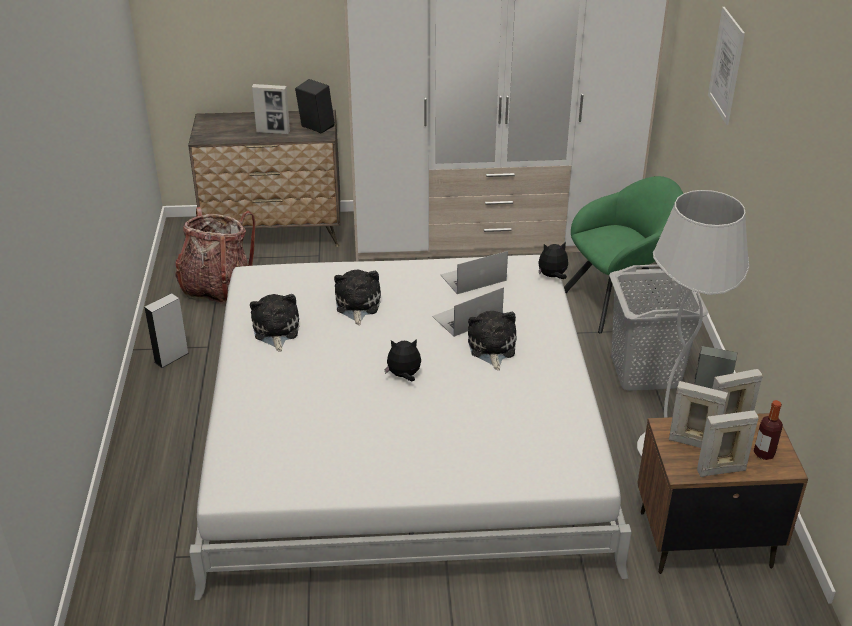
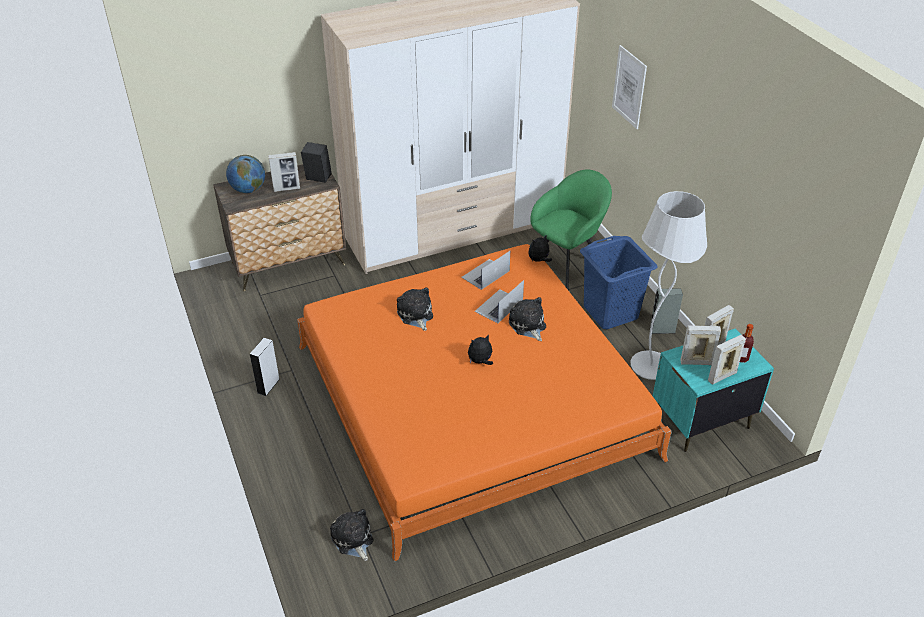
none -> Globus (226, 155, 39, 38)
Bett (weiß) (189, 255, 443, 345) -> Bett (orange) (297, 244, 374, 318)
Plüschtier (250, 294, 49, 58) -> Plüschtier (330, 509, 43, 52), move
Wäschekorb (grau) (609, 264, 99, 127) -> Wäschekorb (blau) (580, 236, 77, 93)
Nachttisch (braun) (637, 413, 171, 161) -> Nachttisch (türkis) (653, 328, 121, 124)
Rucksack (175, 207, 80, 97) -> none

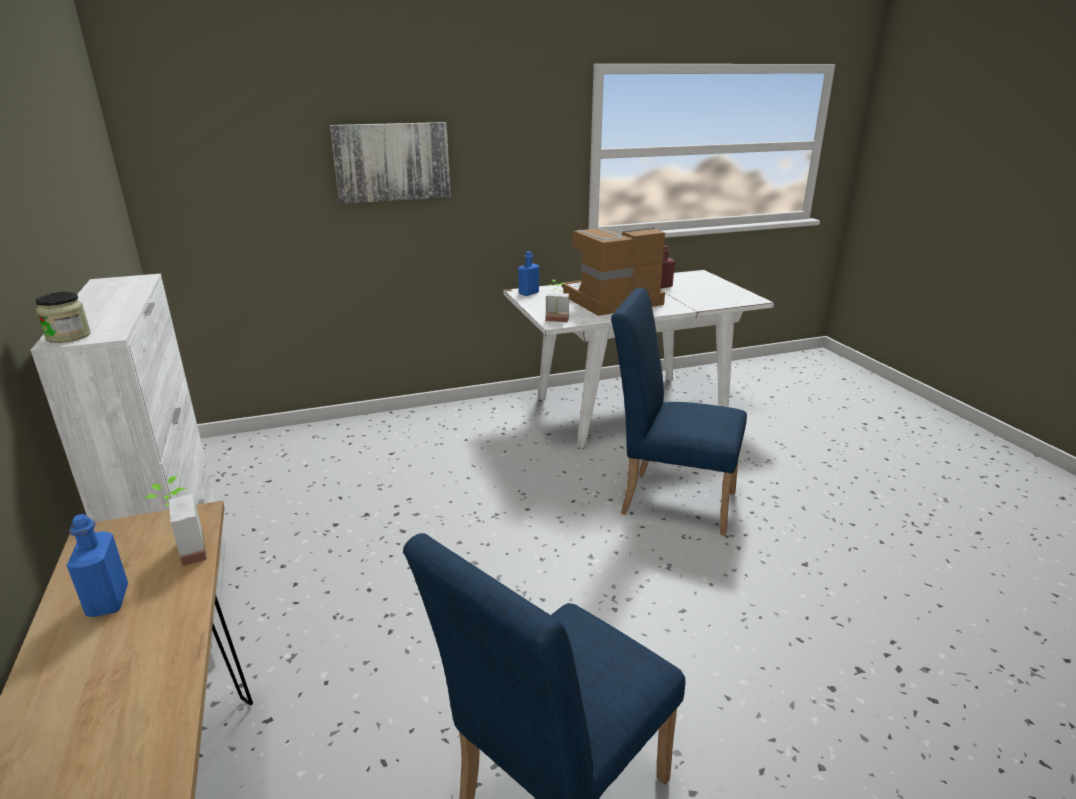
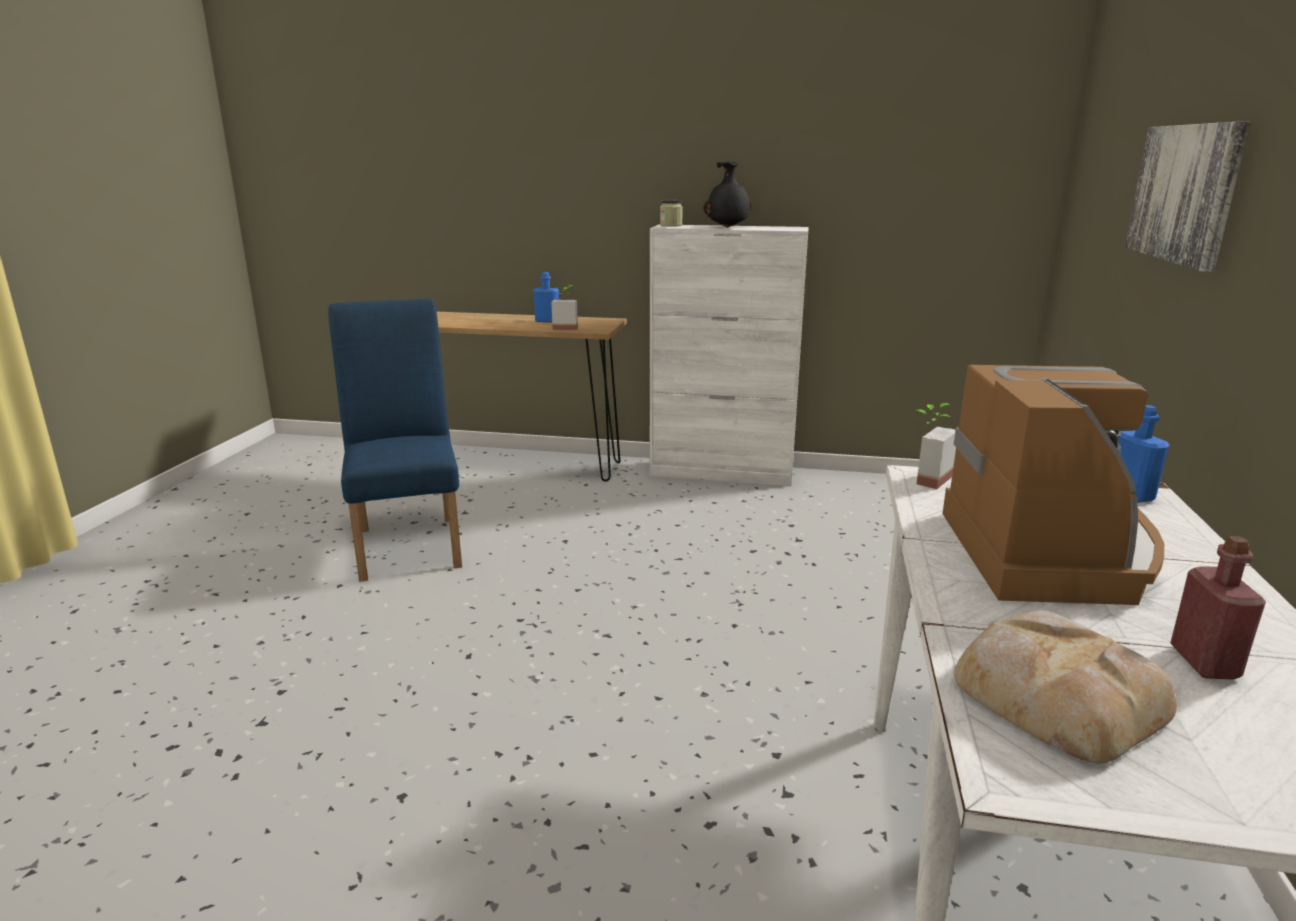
none -> Vase (schwarz) (703, 162, 49, 66)
none -> Brot (954, 610, 223, 153)
Stuhl (blau) (611, 287, 136, 249) -> none

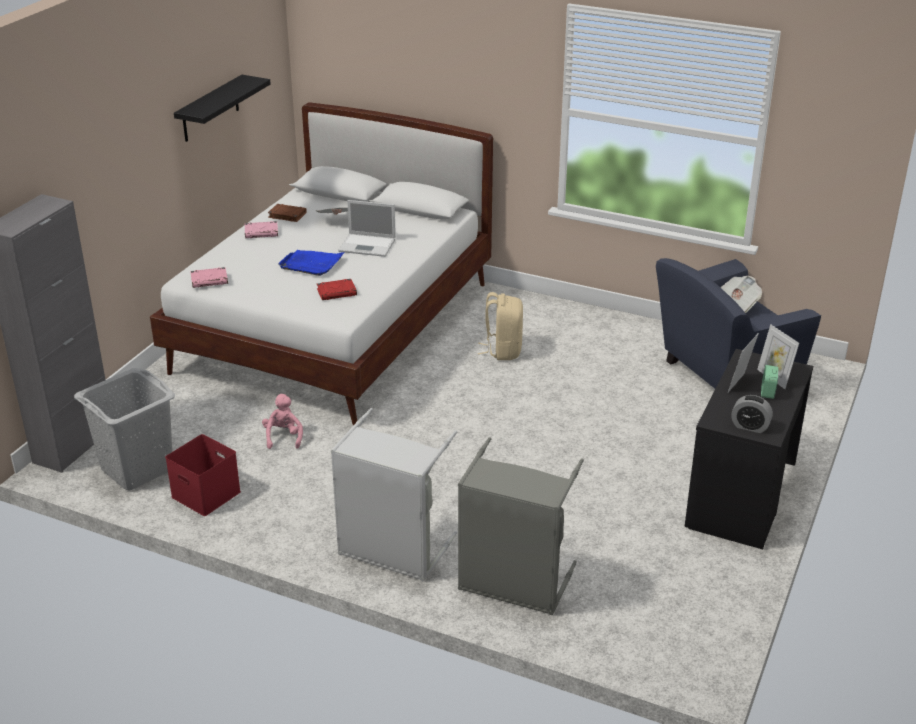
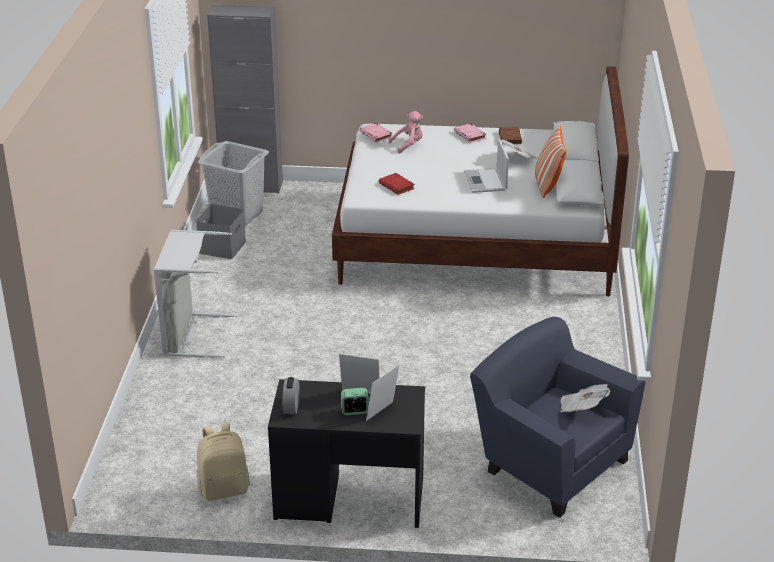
Aufbewahrungsbox (rot) (165, 434, 76, 82) -> Aufbewahrungsbox (grau) (196, 204, 50, 55)
Rucksack (beige) (478, 292, 45, 68) -> Rucksack (beige) (197, 423, 53, 78), move
Plüschtier (rosa) (262, 394, 41, 55) -> Plüschtier (rosa) (389, 111, 34, 43), move
none -> Kissen (535, 126, 31, 72)
Wandregal (schwarz) (174, 75, 97, 67) -> none
Tablett (blau) (278, 250, 67, 26) -> none
Wäschekorb (grau) (458, 437, 126, 178) -> none

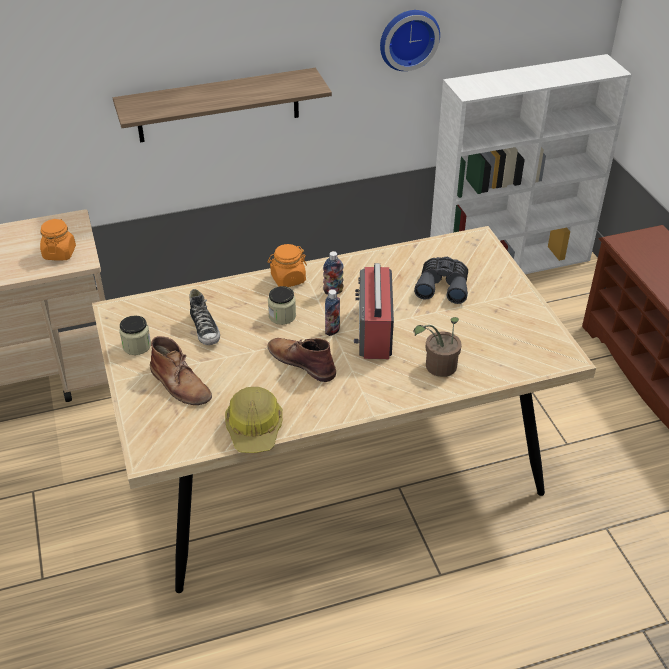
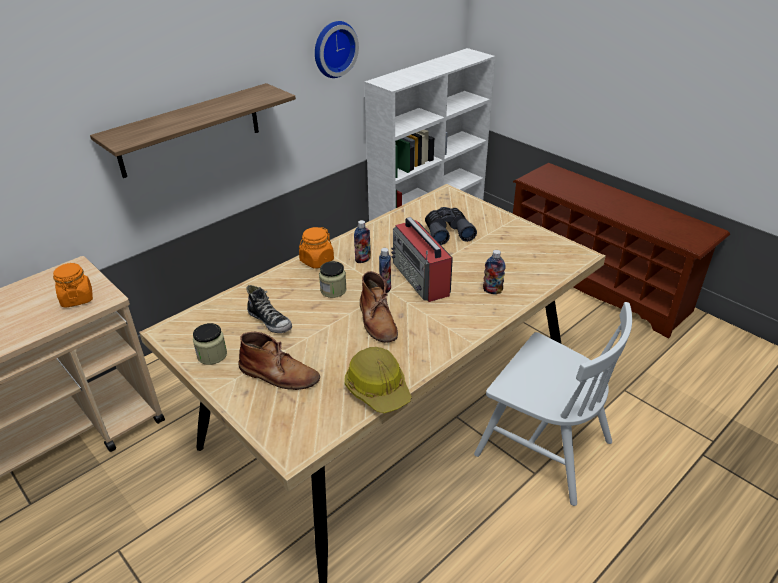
Stiefel (braun) (268, 338, 68, 44) -> Stiefel (braun) (360, 271, 38, 72), 120 degrees counterclockwise
none -> Stuhl (weiß) (474, 302, 158, 204)
Topfpflanze (413, 317, 49, 60) -> Flasche (483, 250, 23, 44)

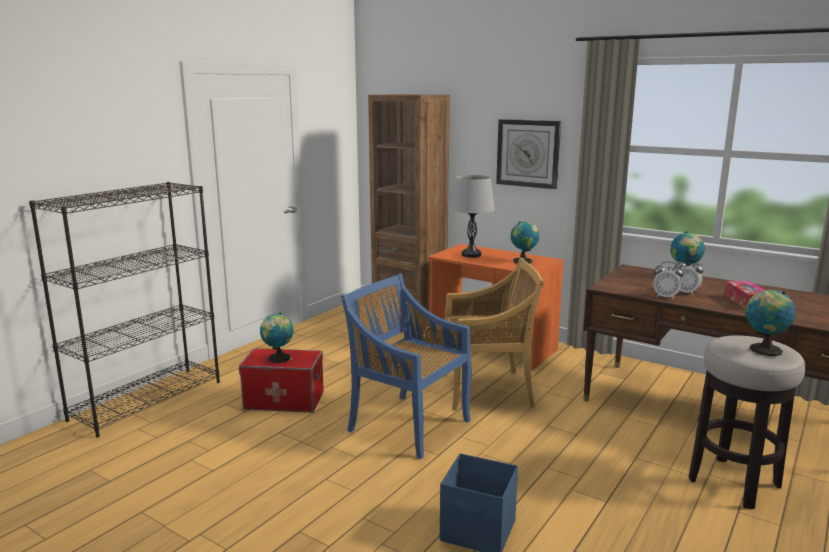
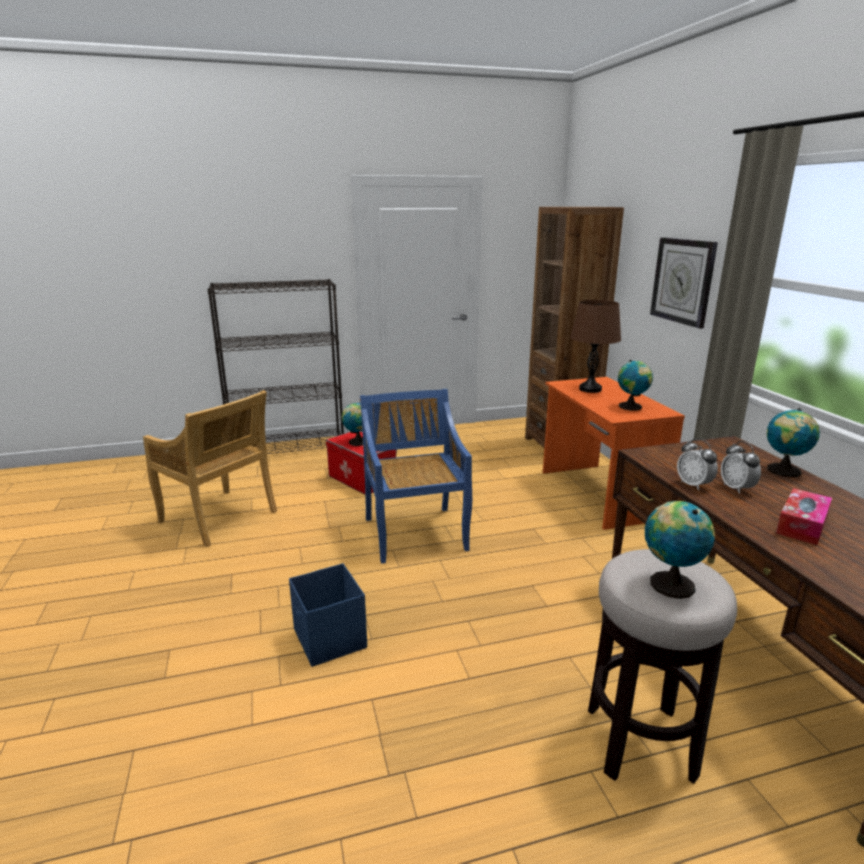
Stuhl (beige) (444, 257, 101, 154) -> Stuhl (beige) (143, 390, 134, 157), move
Tischlampe (grau) (451, 175, 44, 83) -> Tischlampe (braun) (570, 300, 51, 93)

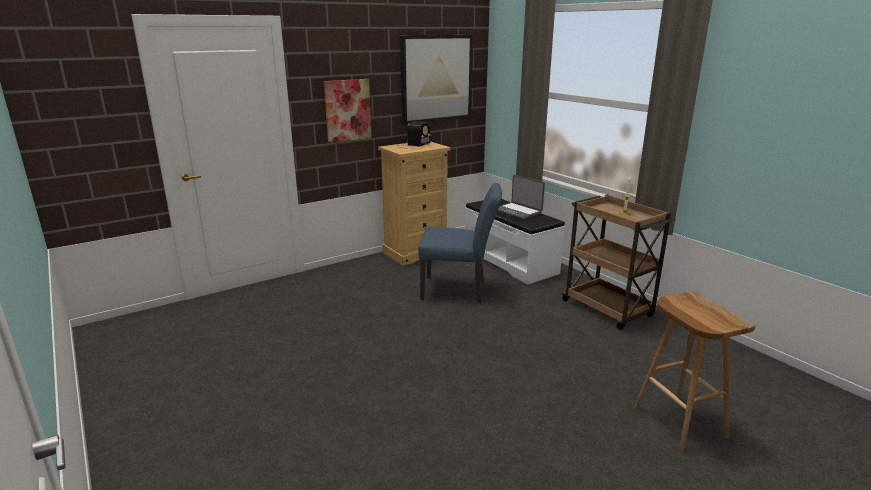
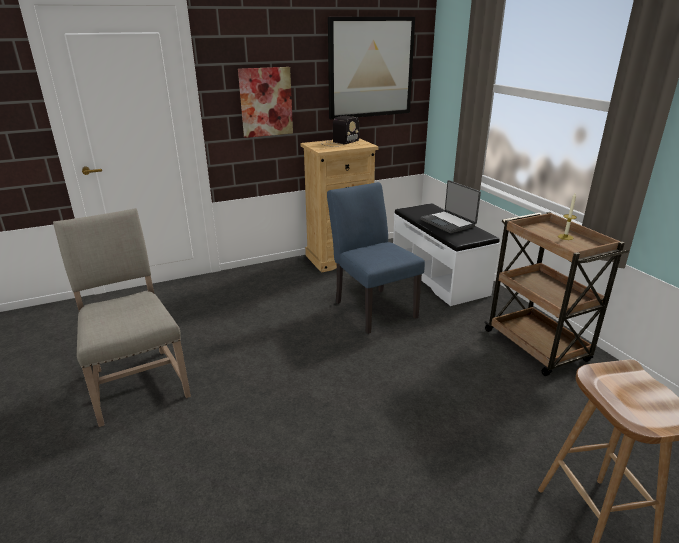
none -> Stuhl (beige) (53, 208, 138, 219)
Stuhl (blau) (418, 183, 84, 120) -> Stuhl (blau) (327, 182, 98, 152), 135 degrees counterclockwise

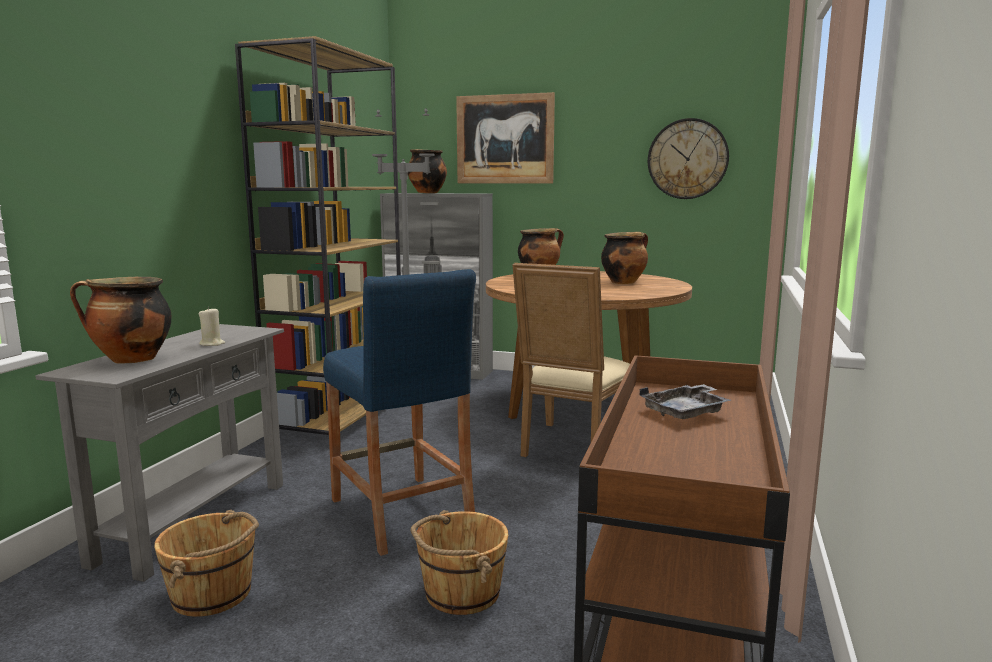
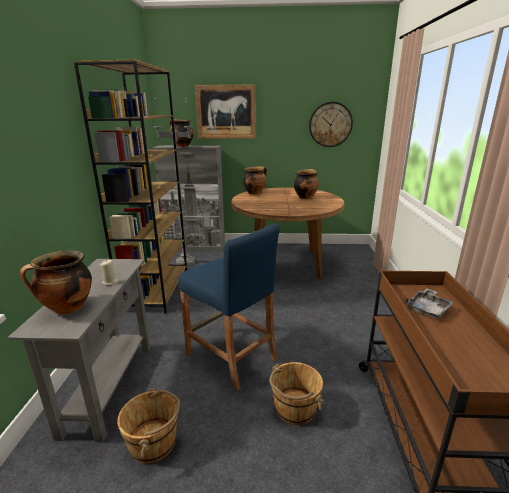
Stuhl (beige) (512, 263, 118, 194) -> none

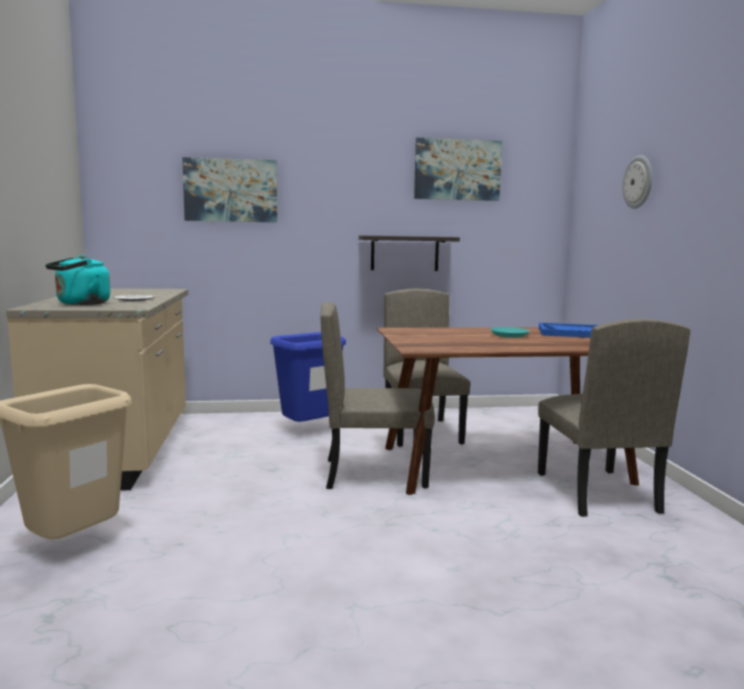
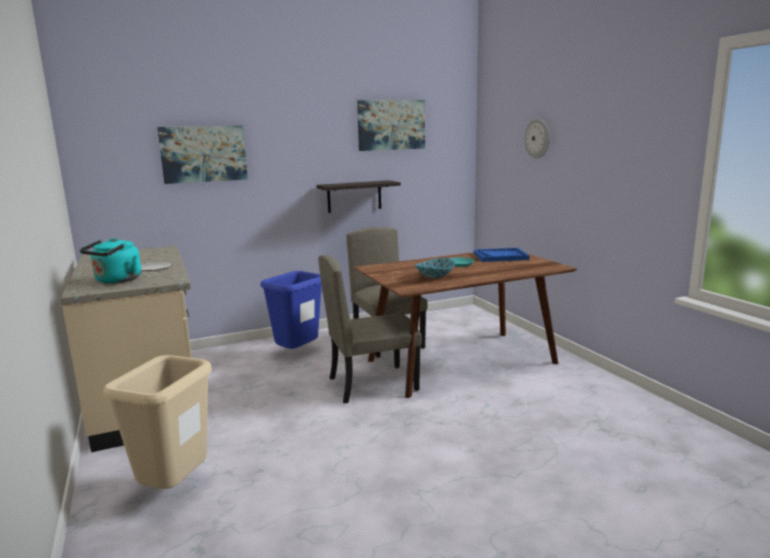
none -> Schüssel (415, 258, 40, 21)
Stuhl (beige) (538, 319, 152, 198) -> none

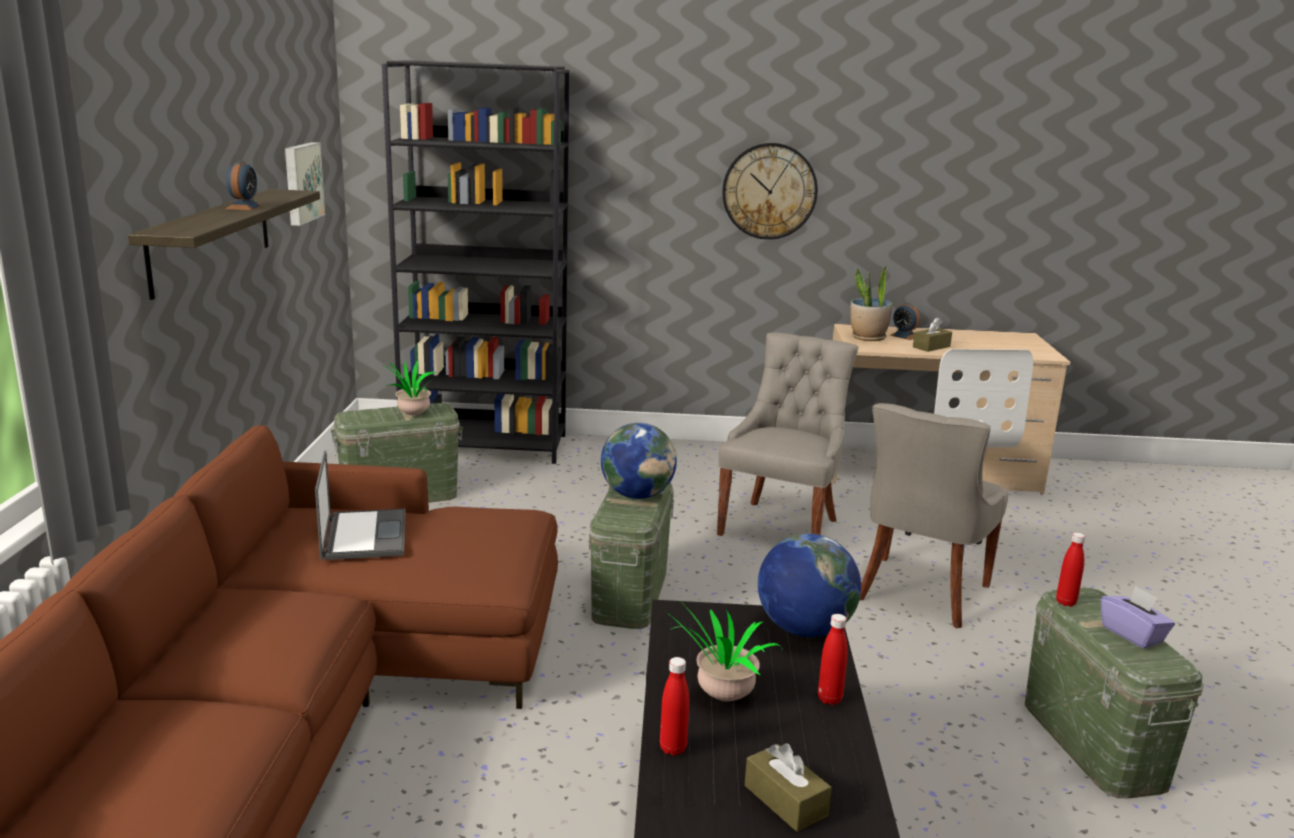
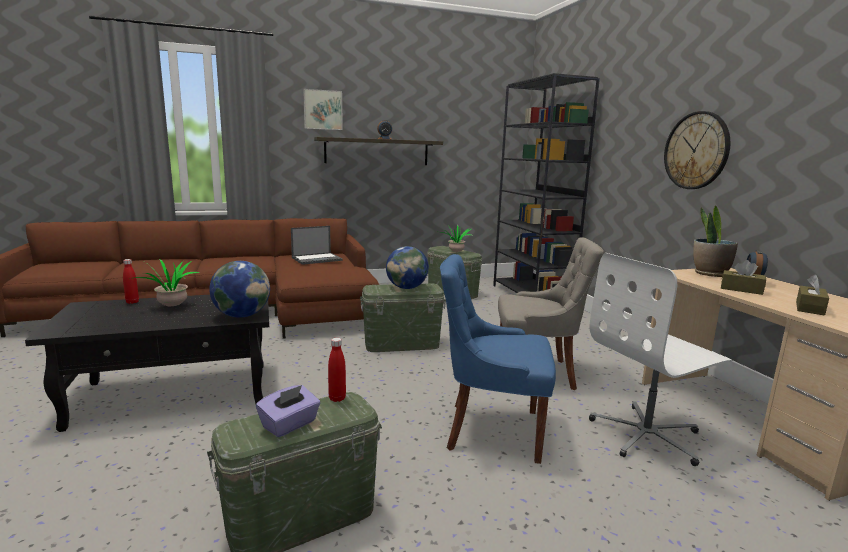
Bild (285, 142, 40, 84) -> Bild (303, 89, 40, 41), move
Stuhl (grau) (859, 403, 149, 225) -> Stuhl (blau) (440, 254, 116, 210)
Taschentuchbox (braun) (745, 743, 87, 89) -> Taschentuchbox (braun) (796, 274, 33, 42), move
Flasche (rot) (818, 614, 30, 91) -> none

